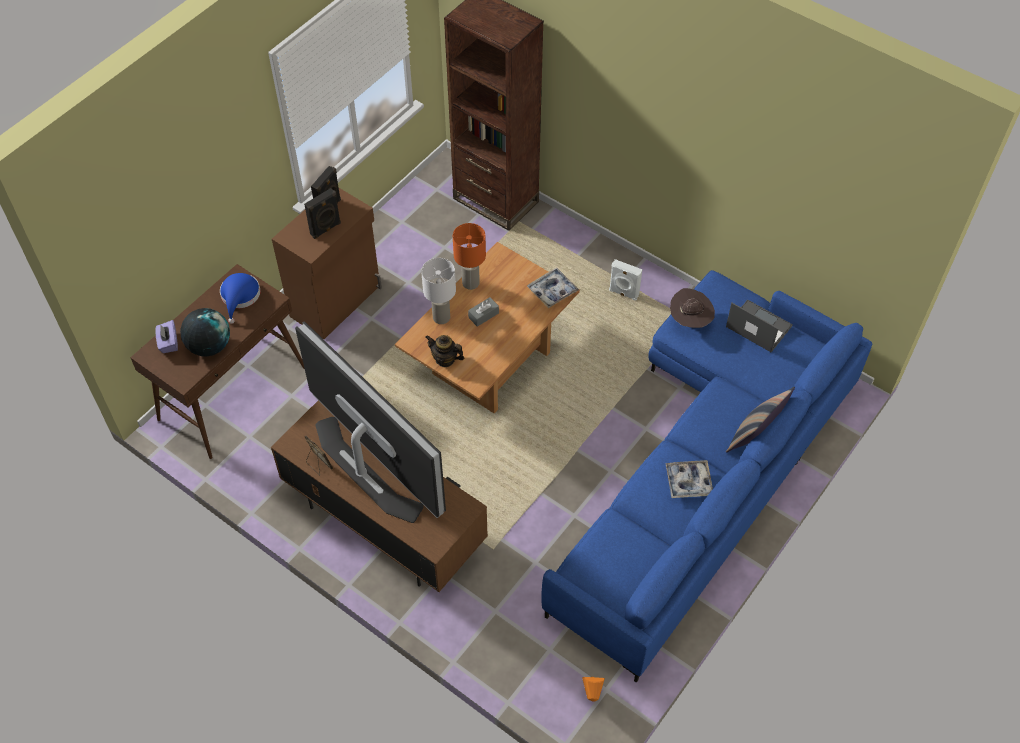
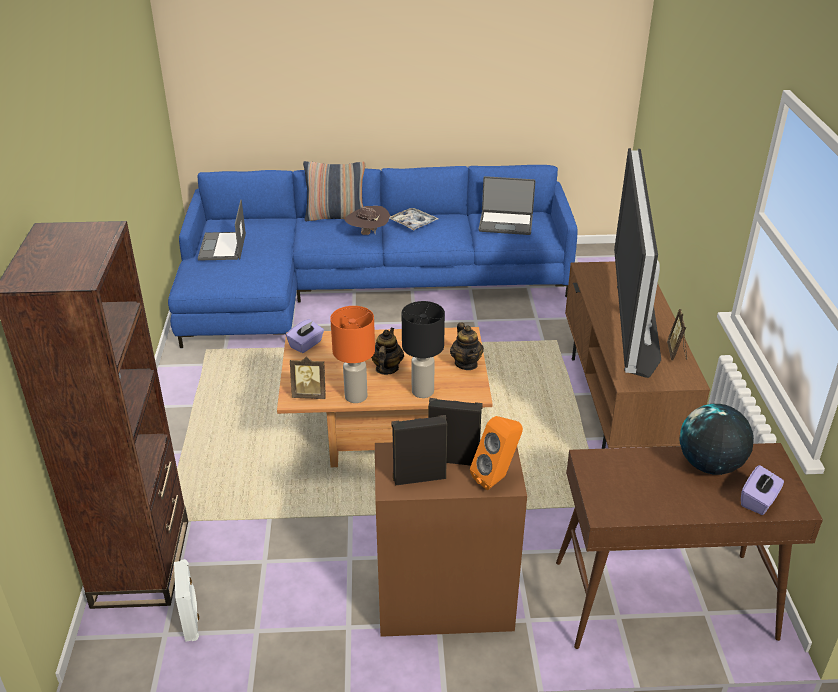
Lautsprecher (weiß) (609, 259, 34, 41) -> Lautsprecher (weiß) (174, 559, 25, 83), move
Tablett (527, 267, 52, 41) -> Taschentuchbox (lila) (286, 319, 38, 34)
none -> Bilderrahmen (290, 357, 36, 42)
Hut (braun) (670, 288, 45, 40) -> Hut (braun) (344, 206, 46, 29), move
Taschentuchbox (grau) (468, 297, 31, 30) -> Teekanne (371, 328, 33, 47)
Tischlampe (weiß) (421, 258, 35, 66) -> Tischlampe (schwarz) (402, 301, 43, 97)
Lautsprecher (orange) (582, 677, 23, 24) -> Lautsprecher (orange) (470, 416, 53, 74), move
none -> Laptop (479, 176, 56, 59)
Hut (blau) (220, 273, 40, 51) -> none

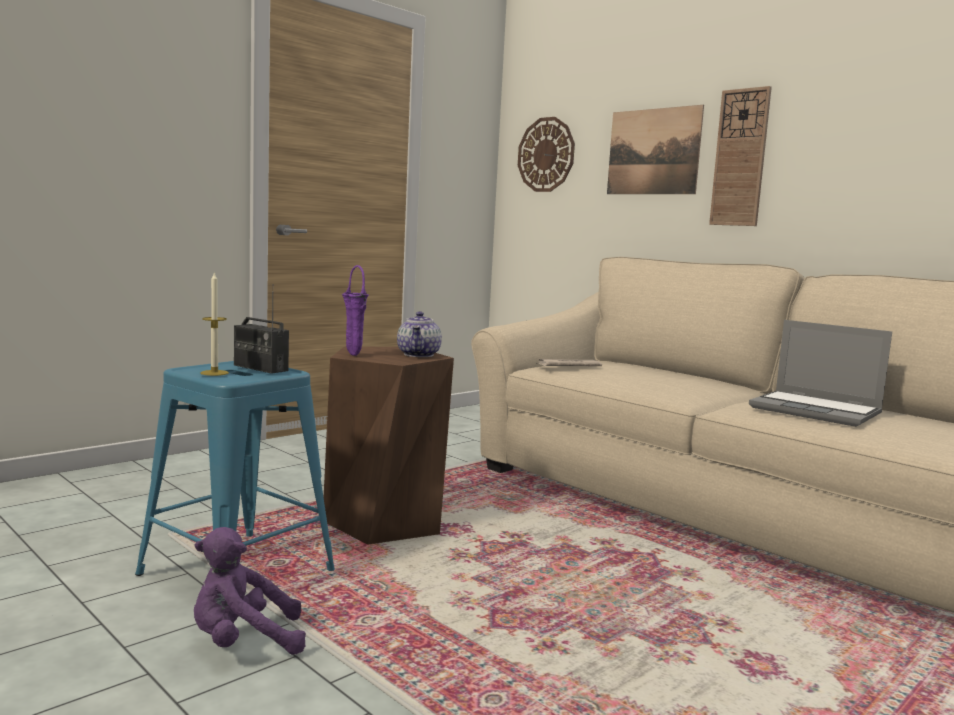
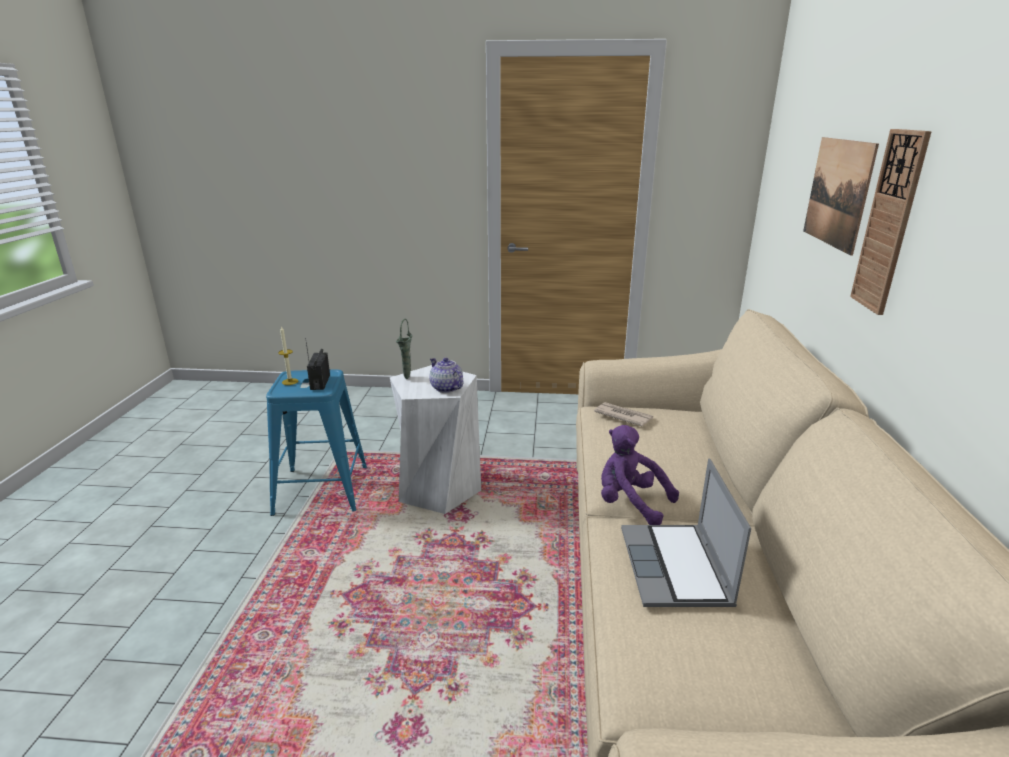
Hocker (braun) (324, 346, 130, 199) -> Hocker (weiß) (390, 365, 91, 149)
Vase (lila) (342, 265, 27, 91) -> Vase (grün) (396, 319, 16, 60)
Teekanne (397, 311, 45, 46) -> Teekanne (430, 358, 33, 35), 90 degrees clockwise
Plüschtier (lila) (194, 527, 112, 128) -> Plüschtier (lila) (601, 425, 78, 100), move
Wanduhr (518, 117, 57, 75) -> none

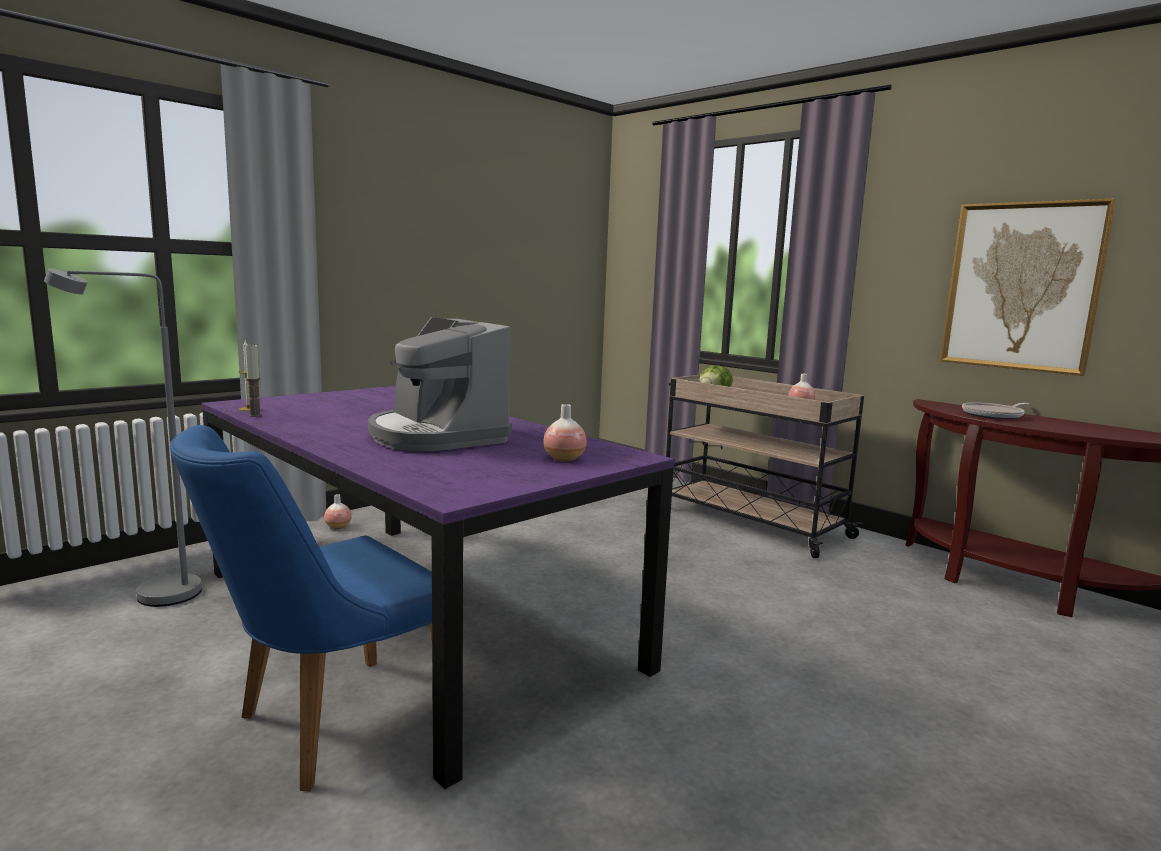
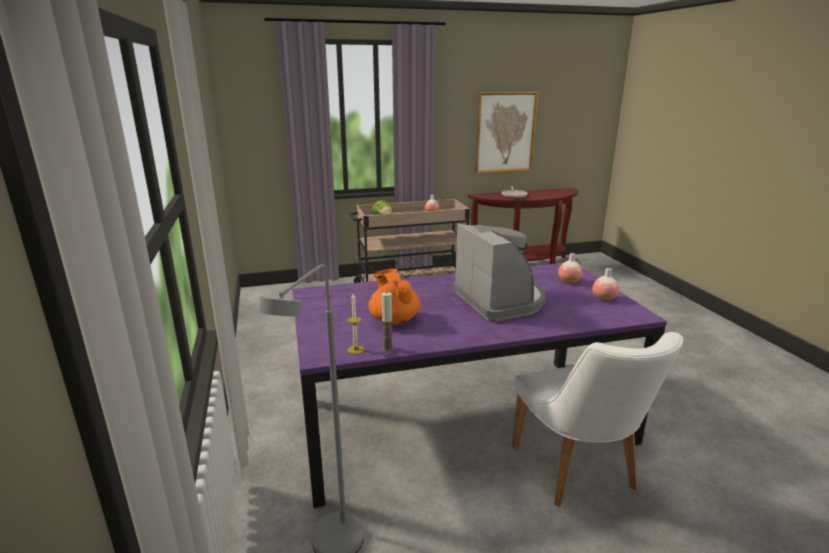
none -> Teekanne (orange) (368, 269, 53, 55)
Kaffeemaschine (368, 317, 144, 134) -> Kaffeemaschine (453, 224, 93, 98), 105 degrees counterclockwise
Stuhl (blau) (170, 425, 262, 366) -> Stuhl (weiß) (512, 332, 171, 175)
Vase (324, 494, 28, 35) -> Vase (593, 268, 26, 33), move

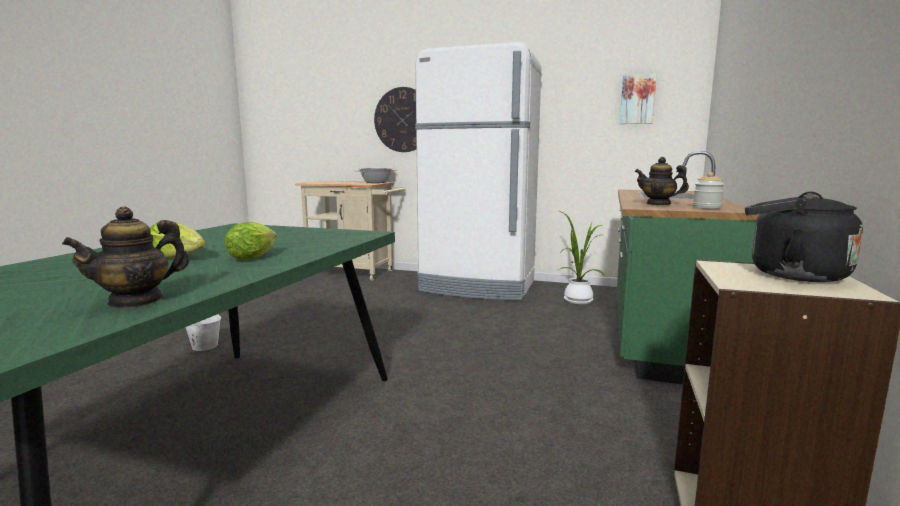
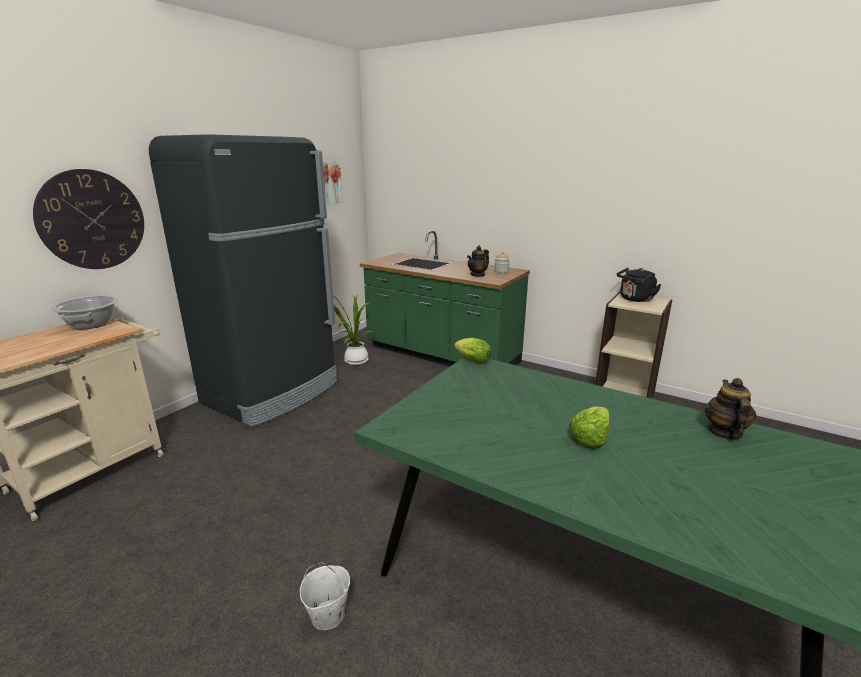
Kühlschrank (weiß) (415, 42, 127, 258) -> Kühlschrank (schwarz) (149, 134, 188, 293)
Salatkopf (224, 222, 53, 38) -> Salatkopf (454, 338, 37, 25), move
Teekanne (62, 206, 127, 103) -> Teekanne (705, 378, 51, 61), 135 degrees counterclockwise

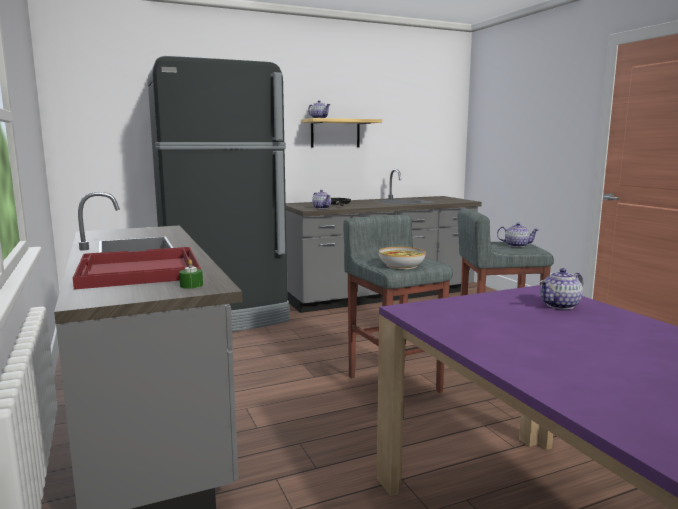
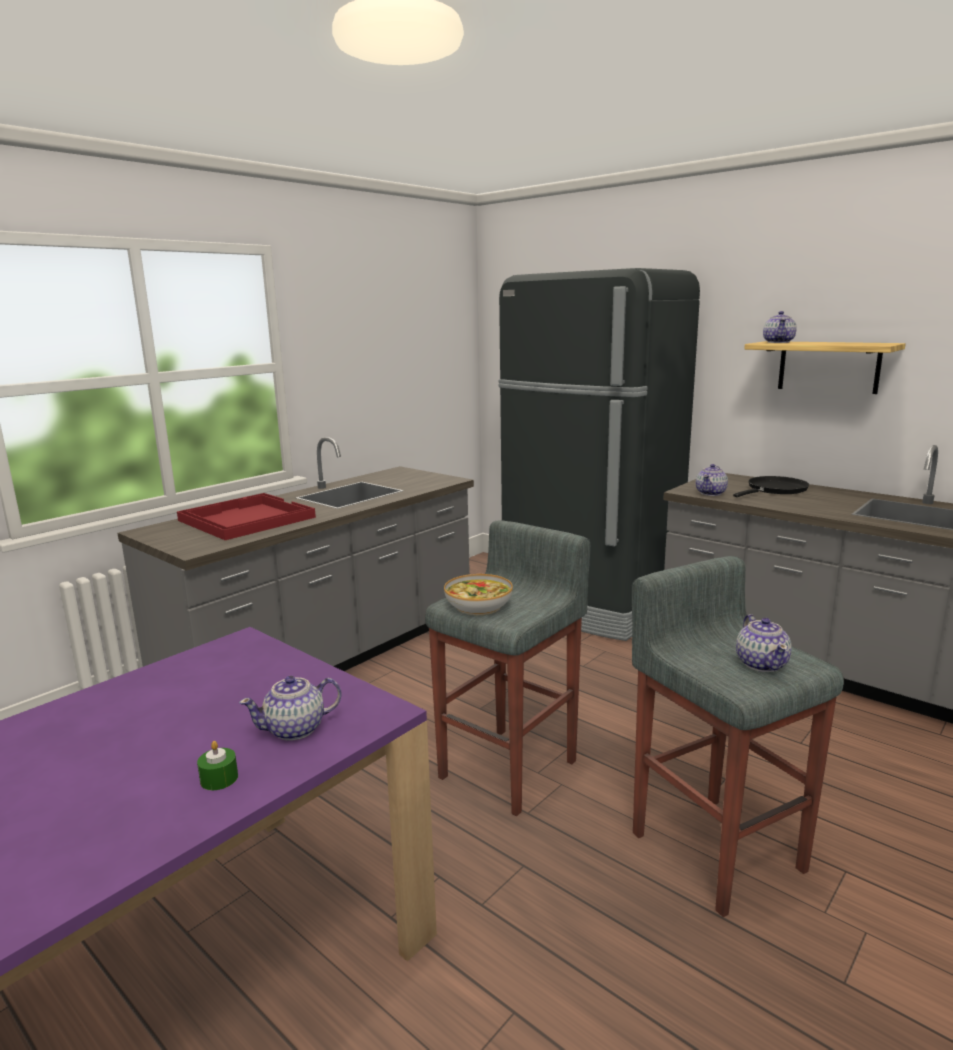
Kerze (grün) (179, 259, 24, 30) -> Kerze (grün) (197, 741, 41, 49), move
Teekanne (540, 268, 43, 41) -> Teekanne (239, 676, 103, 65), 60 degrees counterclockwise

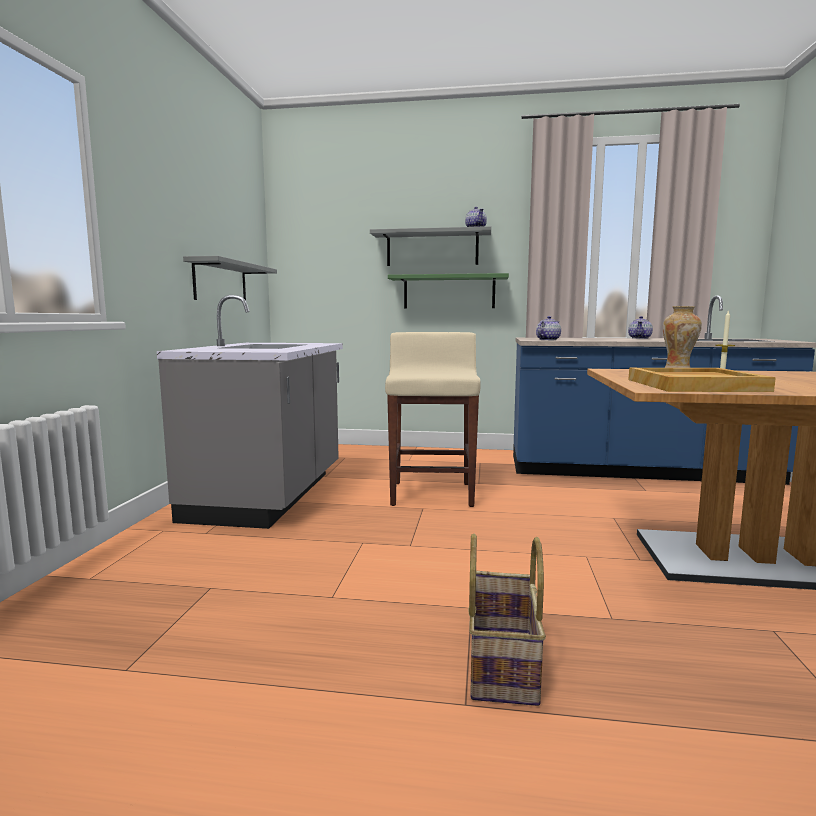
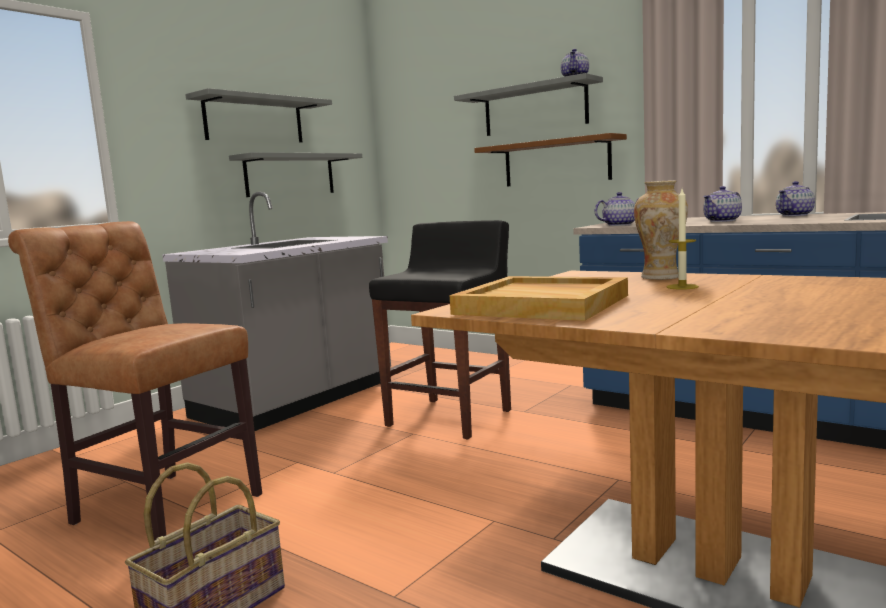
none -> Stuhl (braun) (8, 221, 254, 320)
none -> Wandregal (grau) (185, 88, 147, 54)
Hocker (beige) (385, 332, 96, 175) -> Hocker (schwarz) (369, 220, 142, 220)
Wandregal (grün) (388, 273, 121, 36) -> Wandregal (braun) (474, 133, 153, 54)
none -> Teekanne (703, 186, 39, 36)

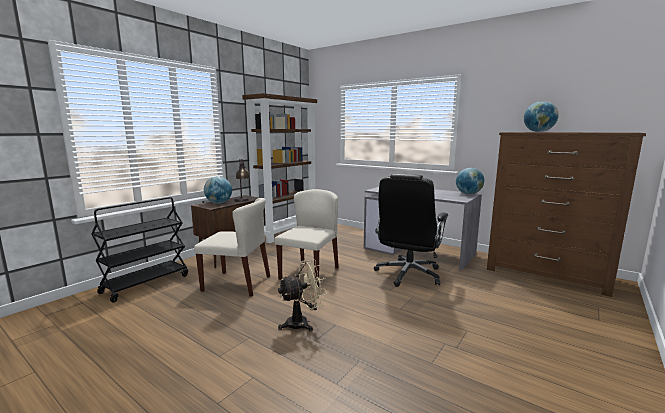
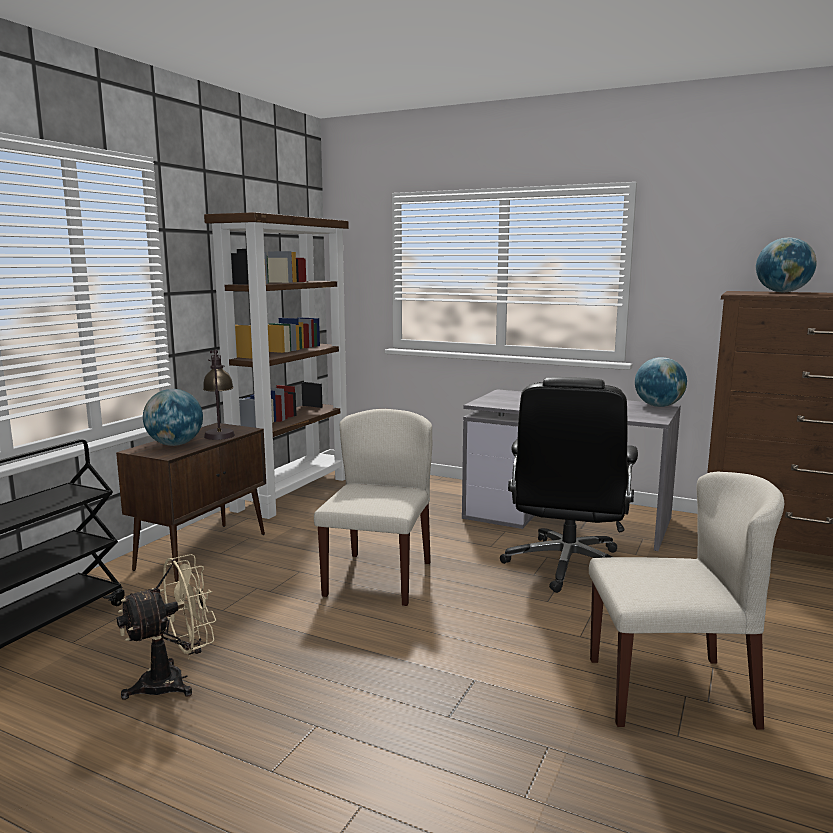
Ventilator (beige) (278, 259, 49, 73) -> Ventilator (beige) (117, 554, 99, 146), move
Stuhl (beige) (194, 198, 76, 99) -> Stuhl (beige) (589, 471, 195, 259), move

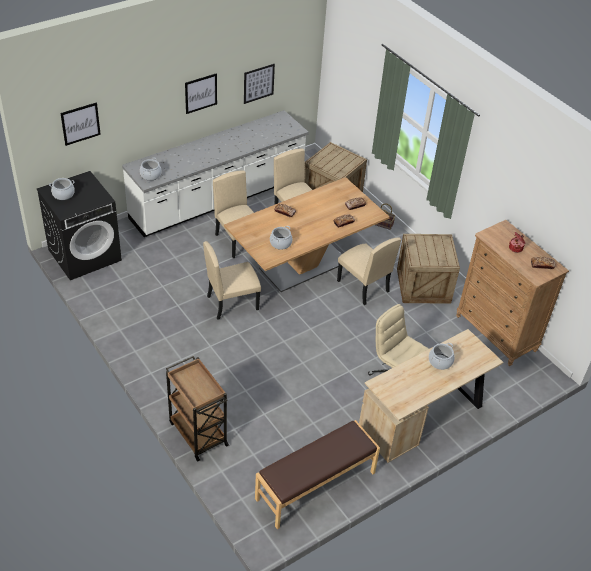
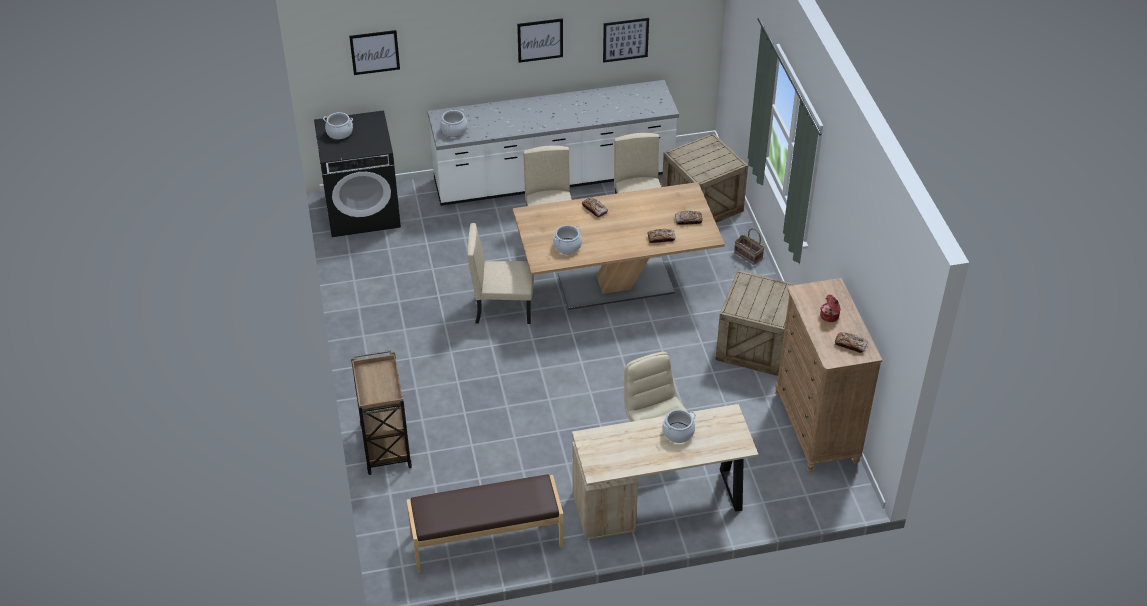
Stuhl (beige) (337, 237, 64, 68) -> none

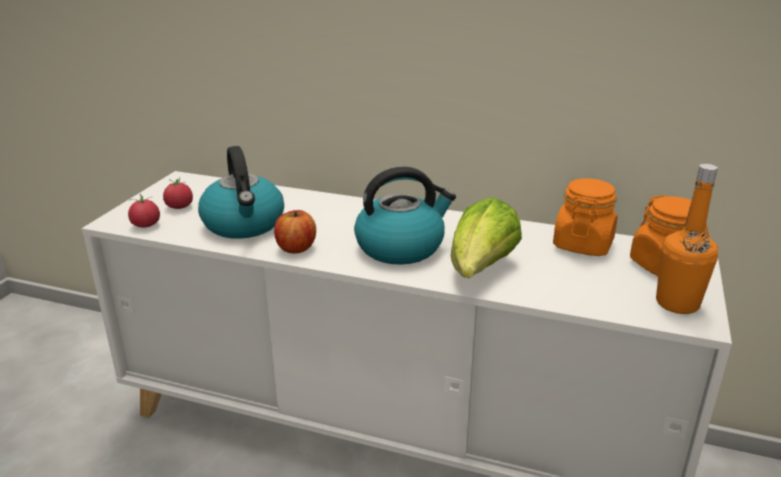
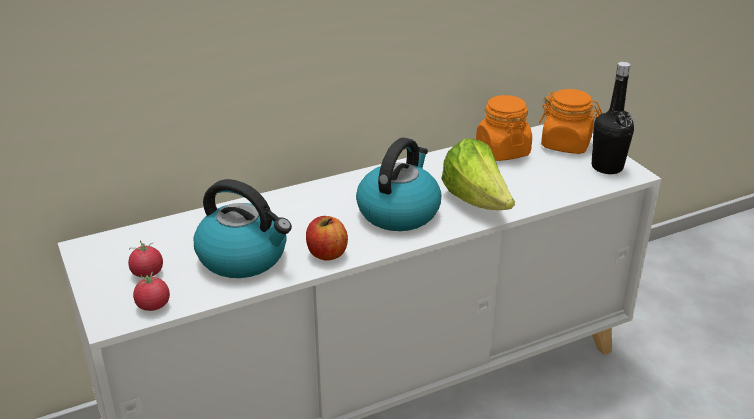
Flasche (orange) (656, 164, 62, 150) -> Flasche (schwarz) (592, 62, 42, 112)

